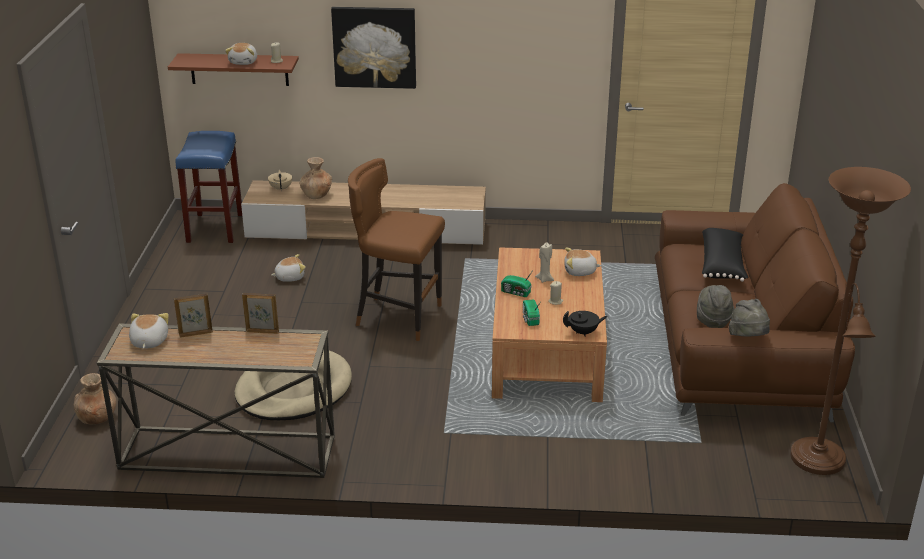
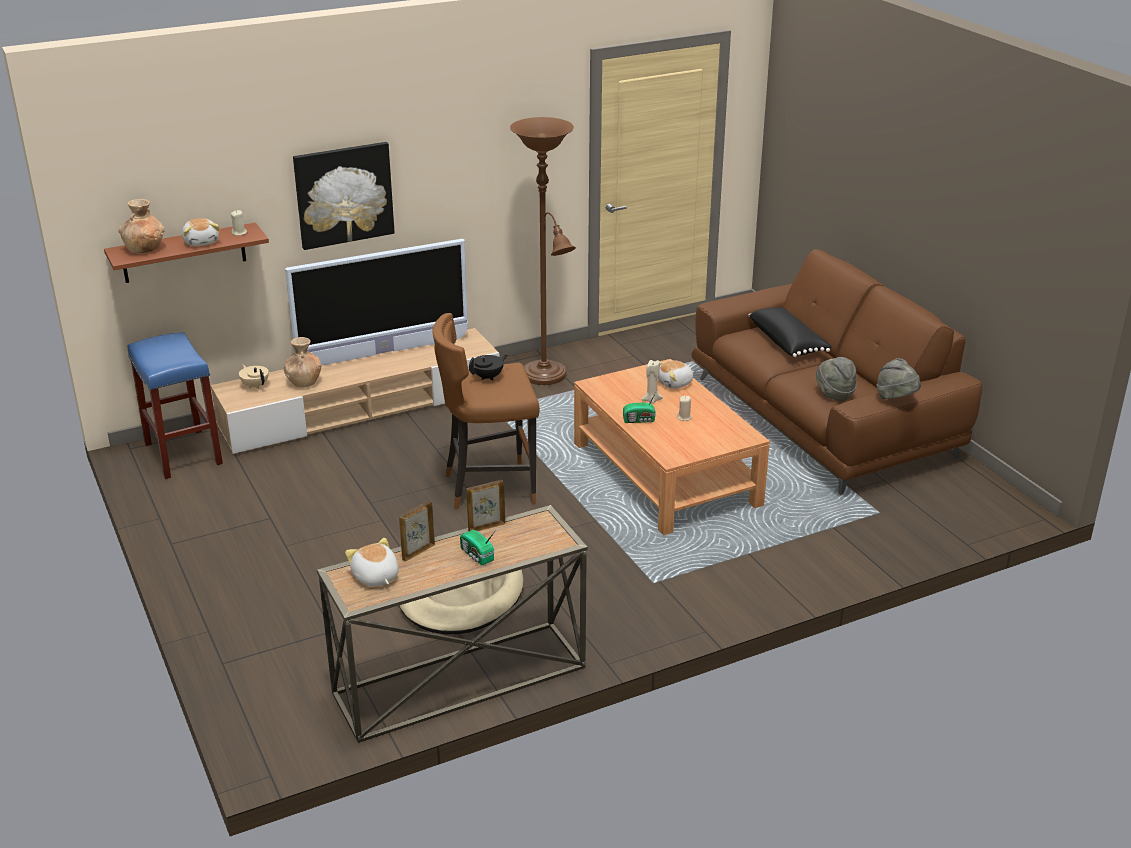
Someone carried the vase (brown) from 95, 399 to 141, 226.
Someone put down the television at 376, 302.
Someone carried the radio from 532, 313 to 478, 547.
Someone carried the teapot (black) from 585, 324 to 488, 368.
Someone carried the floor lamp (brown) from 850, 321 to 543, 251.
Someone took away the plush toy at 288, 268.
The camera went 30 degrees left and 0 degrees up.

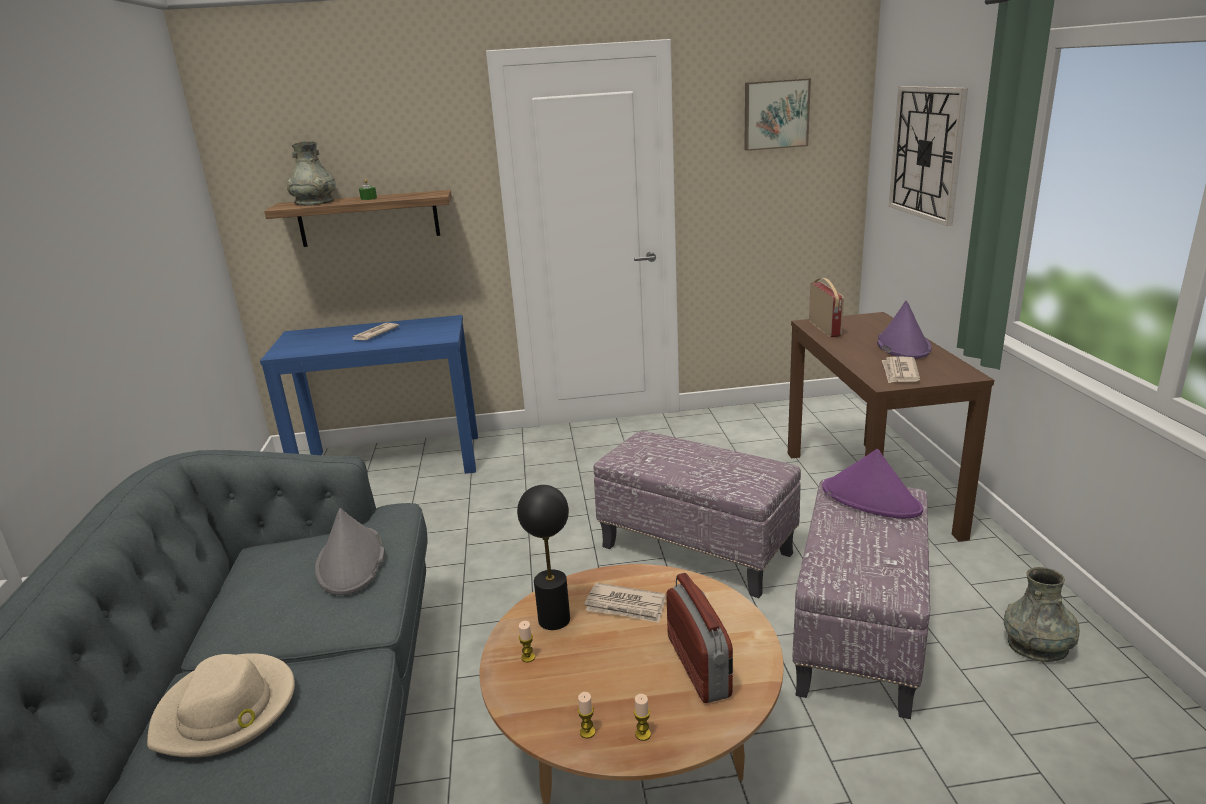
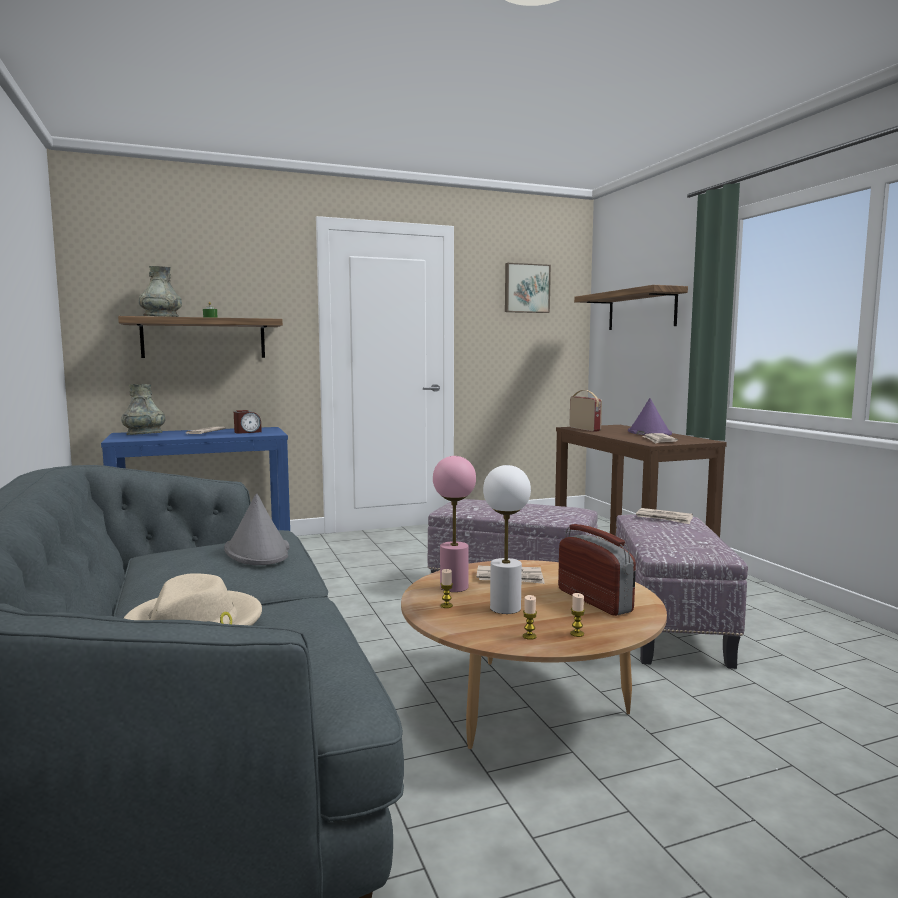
Someone carried the vase (grey) from 1042, 614 to 143, 409.
Someone put down the alarm clock at 248, 422.
Someone repainted the table lamp (black) at 543, 557, which became the table lamp (pink) at 454, 524.
Someone put down the table lamp (white) at 507, 539.
Someone swapped the wall clock at 928, 156 for the shelf at 631, 307.
Someone swapped the hat (purple) at 872, 484 for the newspaper at 664, 516.
The camera went 15 degrees left and 15 degrees down.

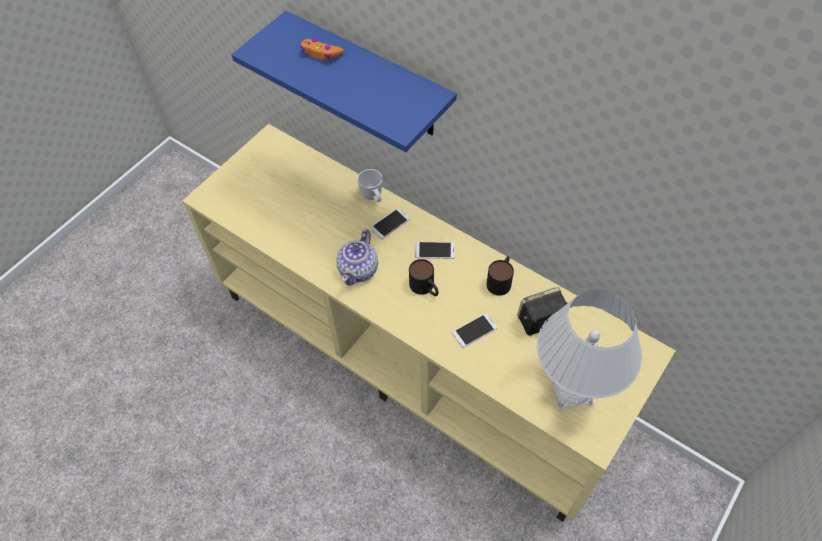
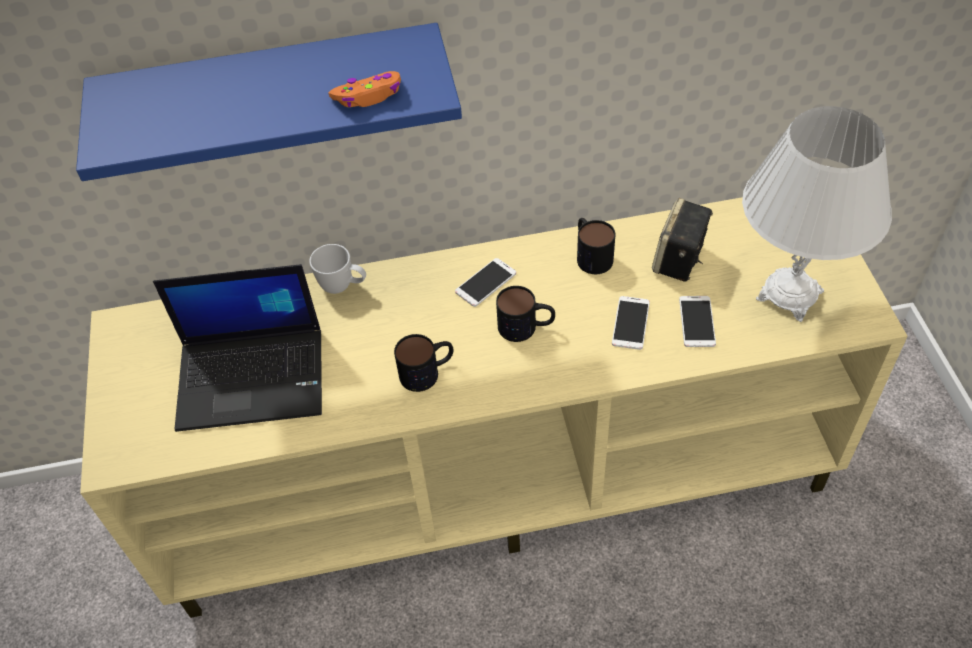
Someone put down the laptop at 237, 348.
Someone carried the game controller (orange) from 322, 49 to 364, 89.
Someone swapped the teapot at 357, 257 for the mug at 423, 363.
Someone carried the phone from 390, 223 to 697, 321.
The camera went 45 degrees left and 5 degrees down.

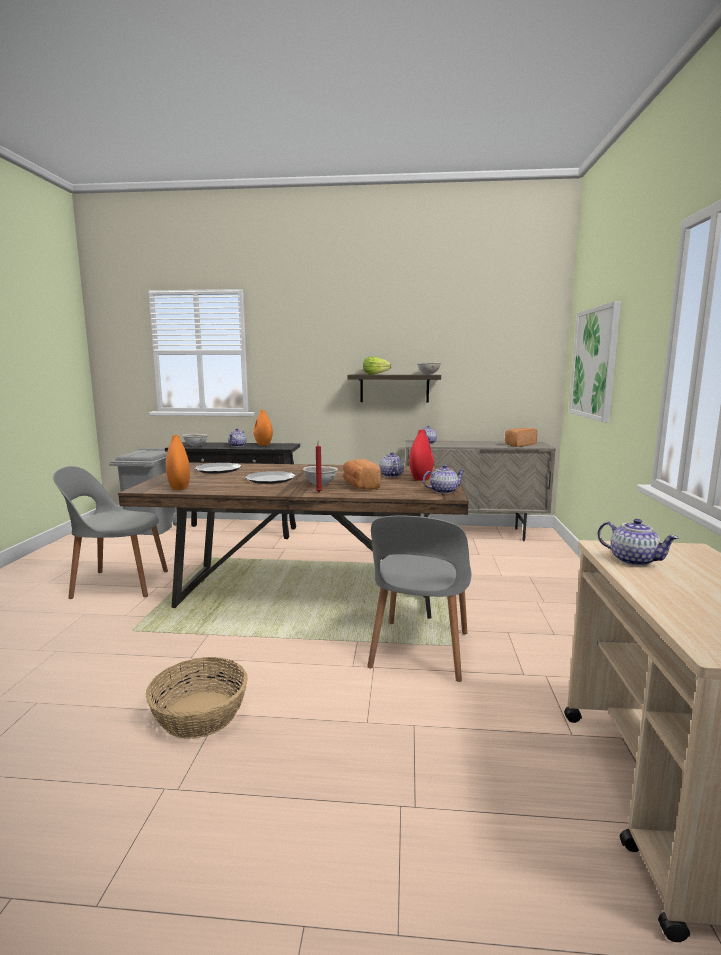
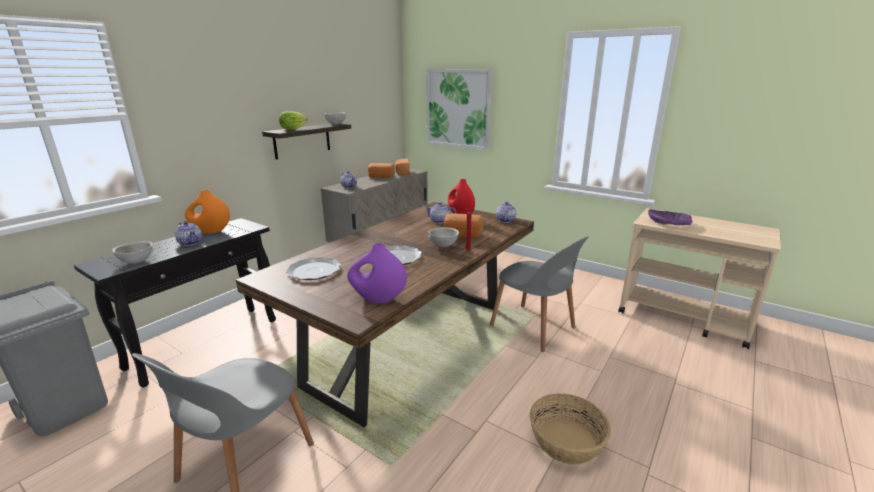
Someone repainted the vase (orange) at 178, 462, which became the vase (purple) at 377, 273.
Someone put down the bread at 381, 170.
Someone swapped the teapot at 638, 542 for the bowl (purple) at 670, 217.
The camera went 60 degrees left and 10 degrees up.

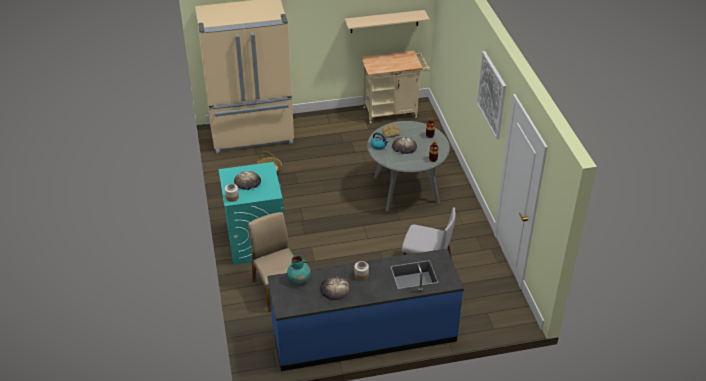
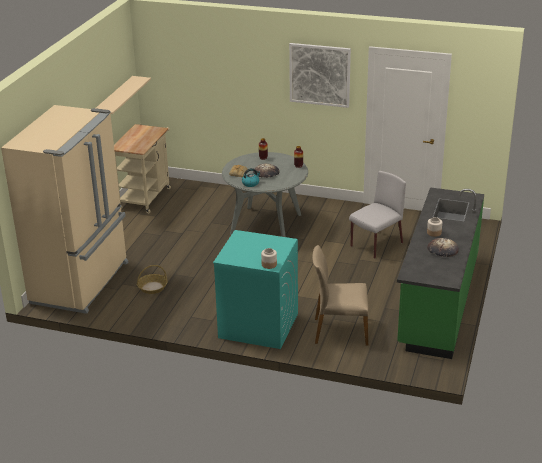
Someone repainted the counter (blue) at 365, 310, which became the counter (green) at 440, 273.
Someone took away the bread at 247, 180.
Someone took away the vase (turquoise) at 299, 269.
The camera went 60 degrees left and 10 degrees down.

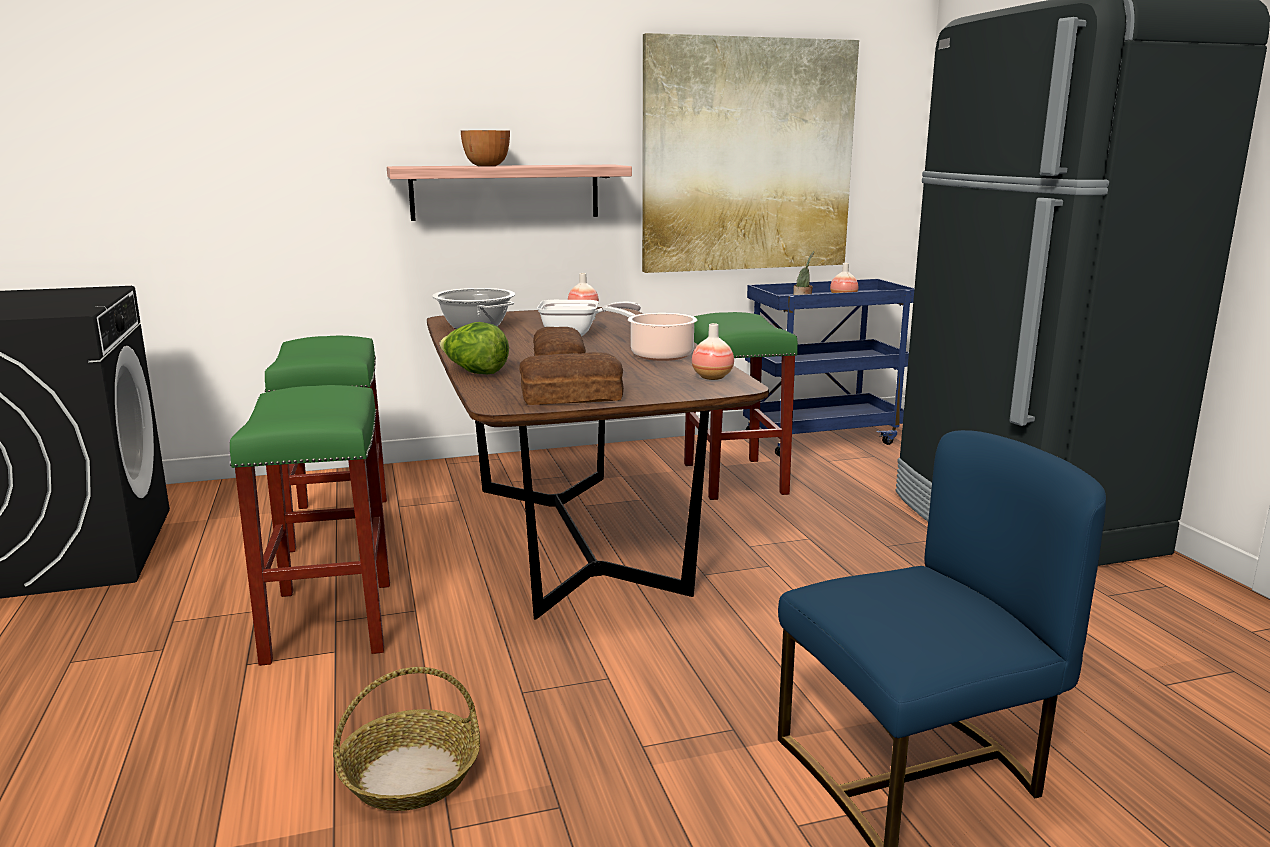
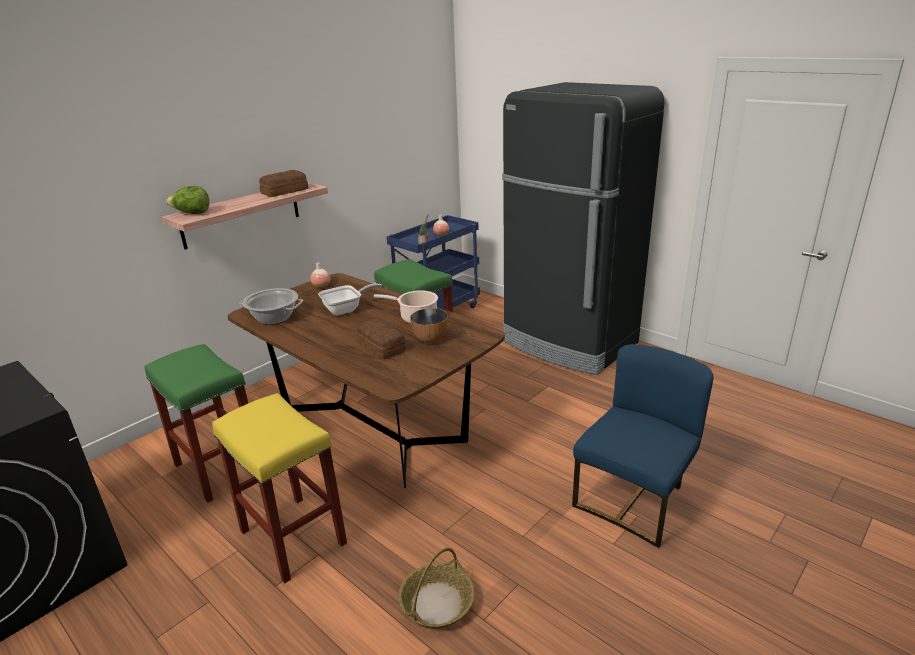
Someone carried the lettuce from 474, 348 to 187, 200.
Someone repainted the stool (green) at 310, 525, which became the stool (yellow) at 279, 488.
Someone carried the bread from 571, 378 to 283, 183.
Someone carried the bowl from 485, 148 to 429, 325.
Someone took away the picture at 750, 153.
Someone took away the vase at 713, 351.
The camera went 30 degrees left and 10 degrees up.

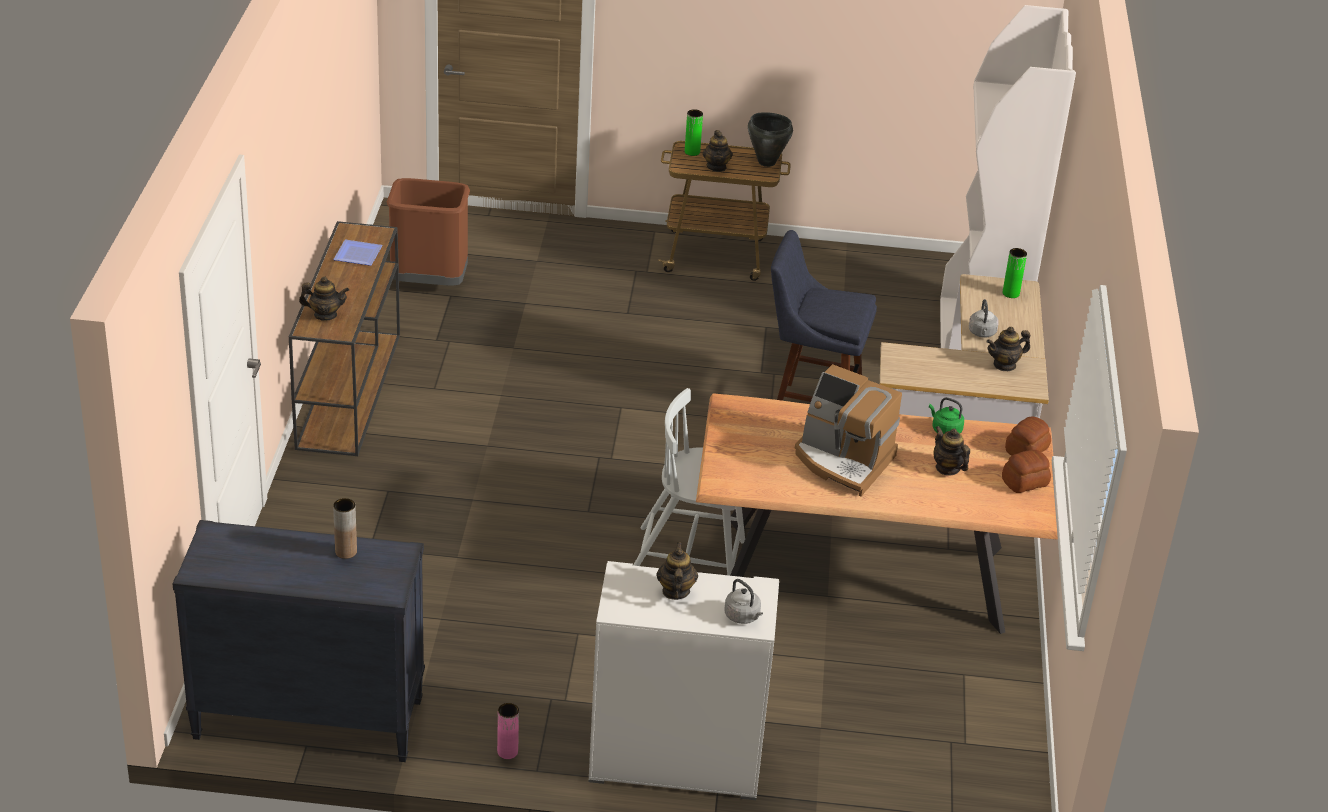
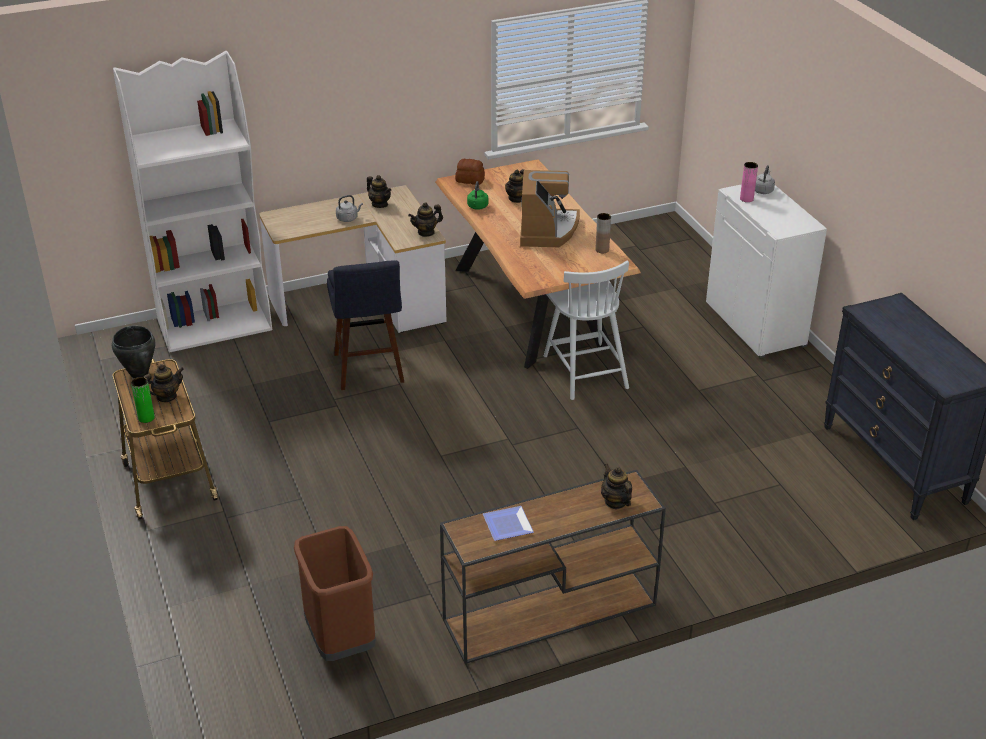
Someone carried the teapot from 677, 571 to 425, 219.
Someone carried the vase (brown) from 345, 528 to 603, 233.
Someone carried the vase (pink) from 508, 731 to 749, 182.
Someone took away the vase (green) at 1014, 273.
Someone took away the bread at 1026, 471.
The camera went 115 degrees left and 0 degrees up.

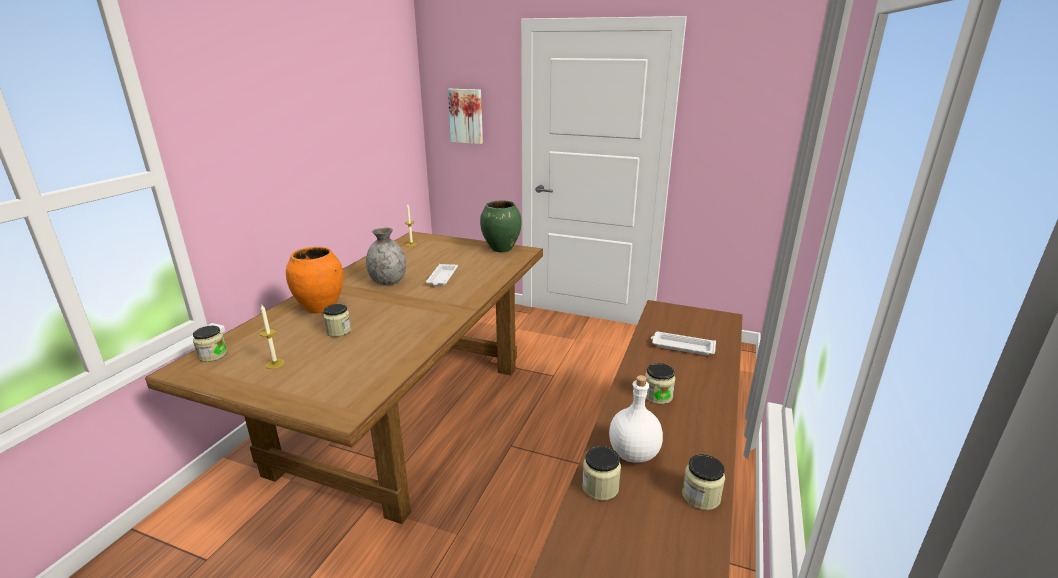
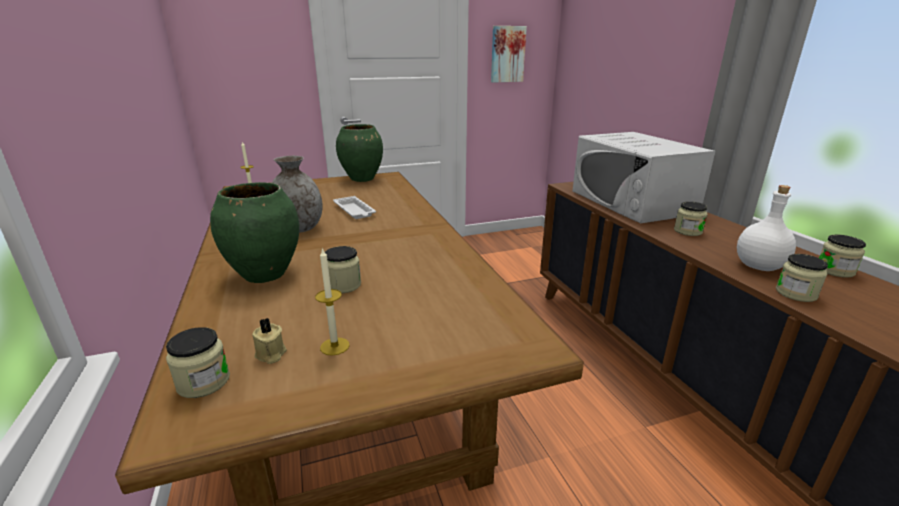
Someone repainted the vase (orange) at 314, 280, which became the vase (green) at 254, 232.
Someone put down the candle (beige) at 269, 341.
Someone carried the picture from 465, 116 to 509, 54.
Someone swapped the tray (white) at 683, 343 for the microwave (white) at 643, 178.
The camera went 40 degrees left and 0 degrees up.

